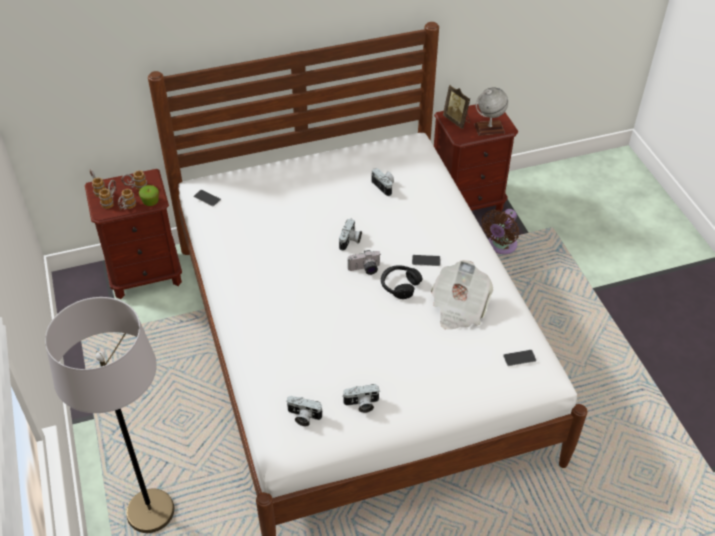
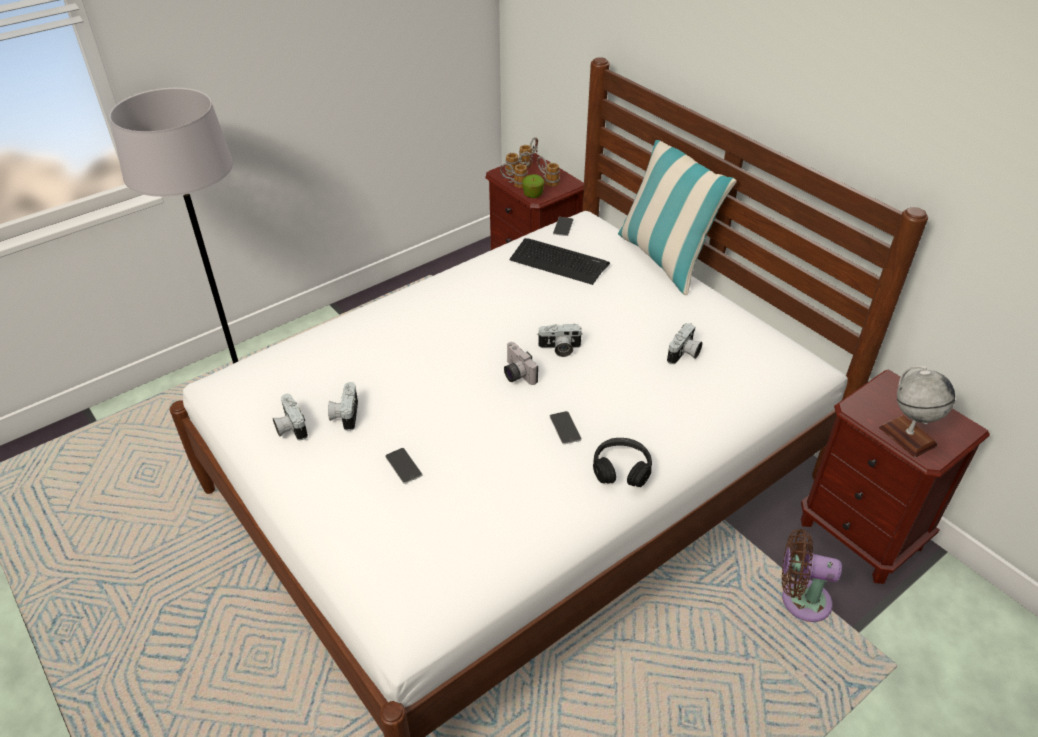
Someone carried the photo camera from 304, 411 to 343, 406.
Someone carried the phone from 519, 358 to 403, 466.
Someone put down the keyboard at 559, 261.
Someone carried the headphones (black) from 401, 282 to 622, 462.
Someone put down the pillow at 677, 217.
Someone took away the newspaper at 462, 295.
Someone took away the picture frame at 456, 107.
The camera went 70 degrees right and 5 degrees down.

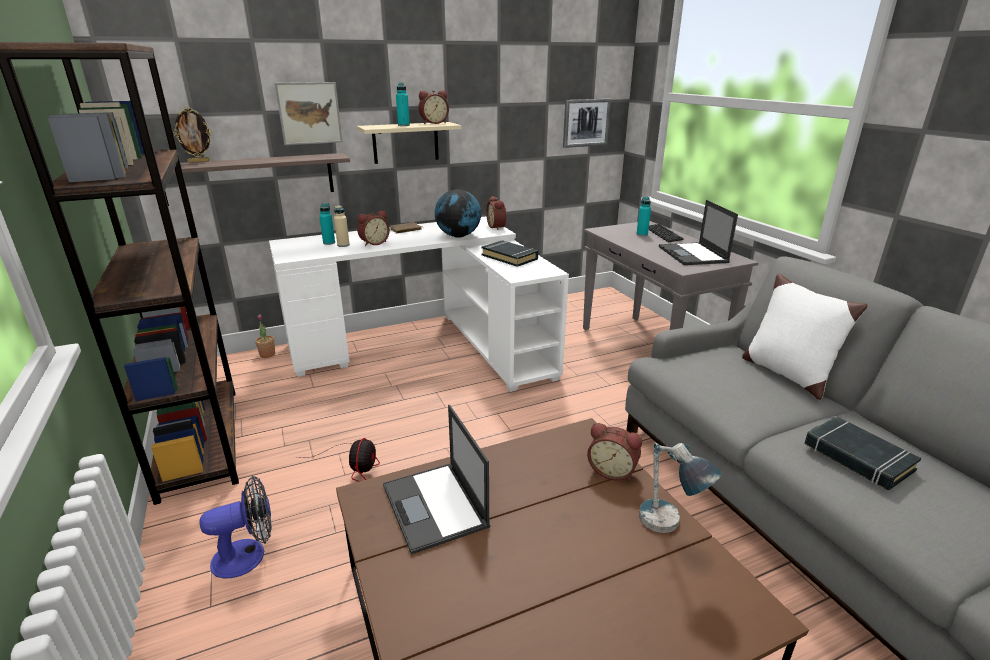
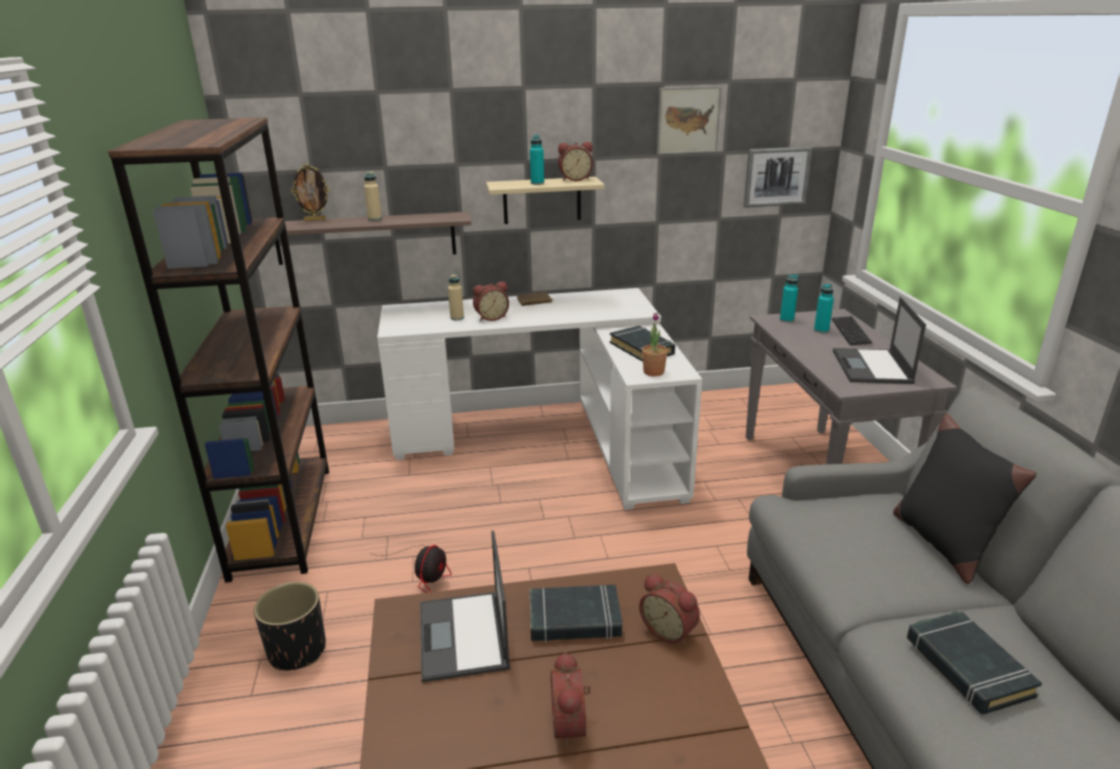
Someone swapped the fan at 235, 527 for the planter (black) at 290, 626.
Someone put down the bottle (beige) at 373, 196.
Someone put down the book (black) at 576, 614.
Someone carried the alarm clock from 496, 213 to 571, 699.
Someone carried the potted plant from 265, 336 to 655, 344.
Someone carried the picture from 309, 113 to 689, 120.
Someone carried the bottle (turquoise) from 327, 224 to 789, 298.
Someone repainted the pillow (white) at 804, 337, which became the pillow (black) at 964, 499.
Someone took away the globe at 458, 213.
Someone took away the table lamp at 680, 488.
The camera went 15 degrees right and 0 degrees up.

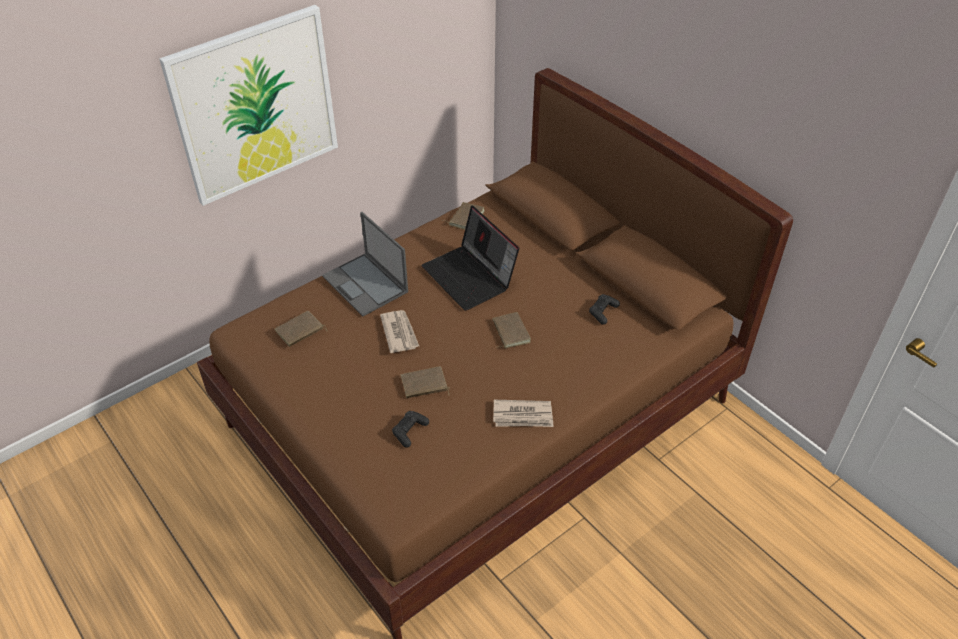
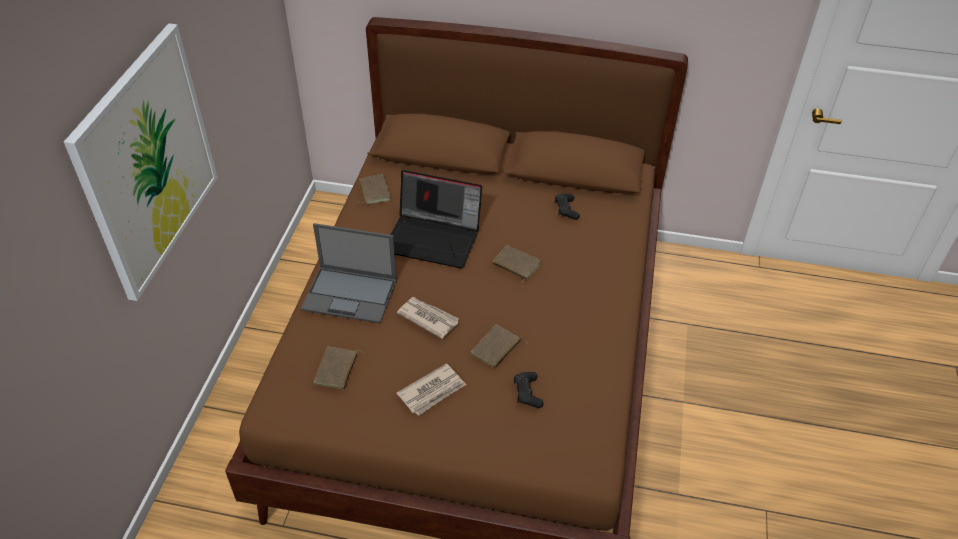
Someone carried the newspaper from 523, 413 to 431, 389.
The camera went 40 degrees left and 0 degrees up.

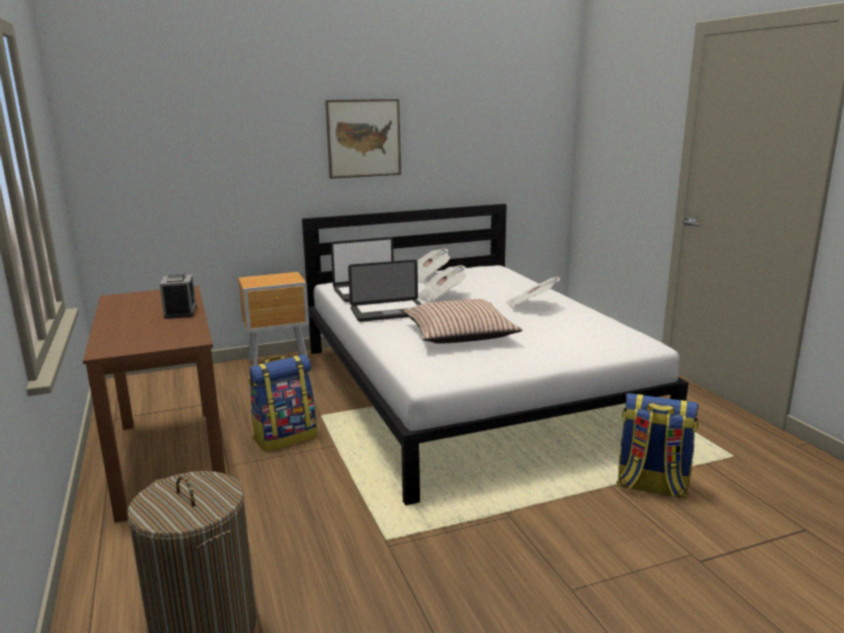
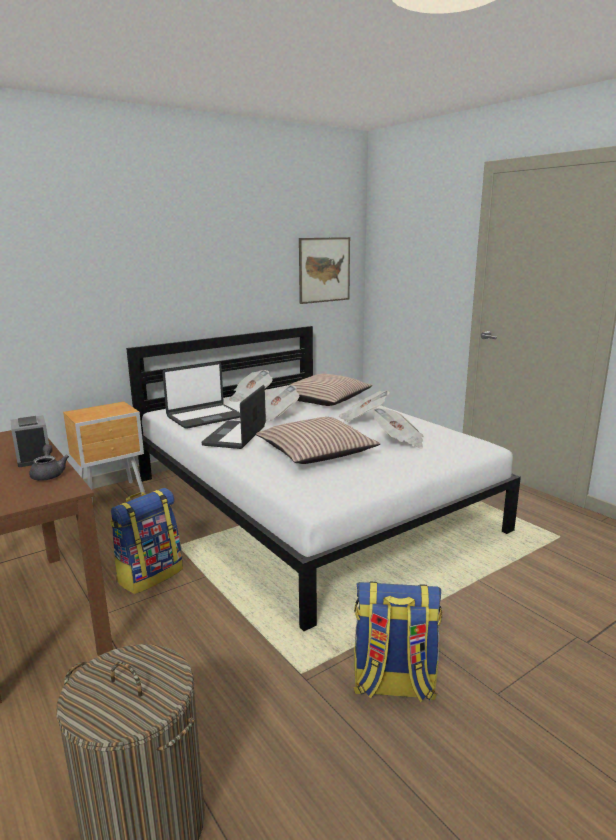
Someone put down the teapot (grey) at 49, 462.
Someone rotated the laptop at 384, 291 by 135 degrees clockwise.
Someone put down the pillow at 330, 390.
Someone carried the picture from 363, 139 to 324, 270.
Someone carried the backpack from 657, 446 to 397, 642.
Someone put down the newspaper at 398, 428.
The camera went 15 degrees left and 0 degrees up.

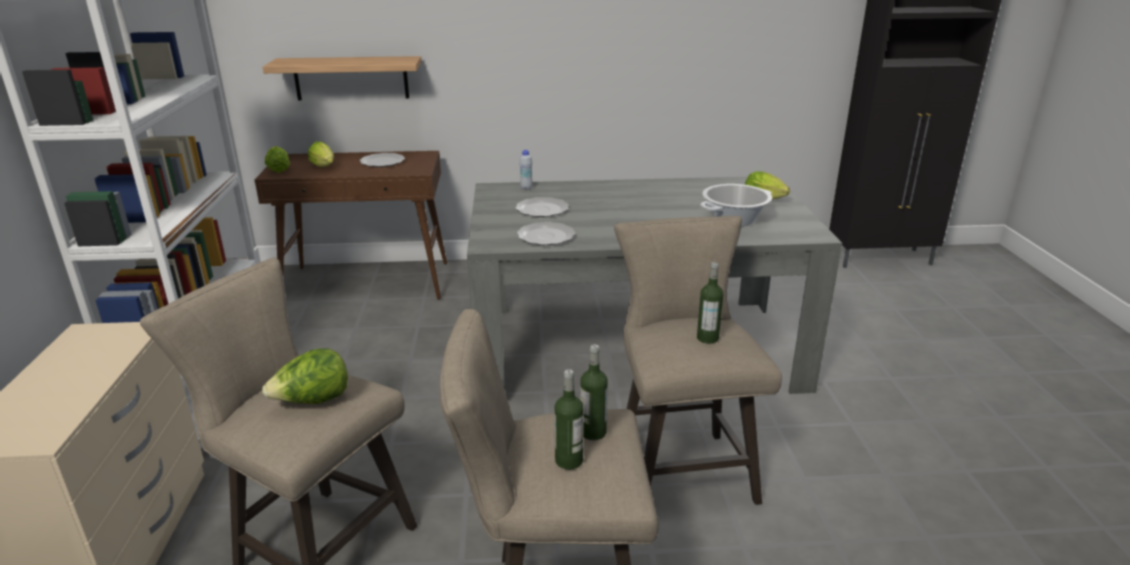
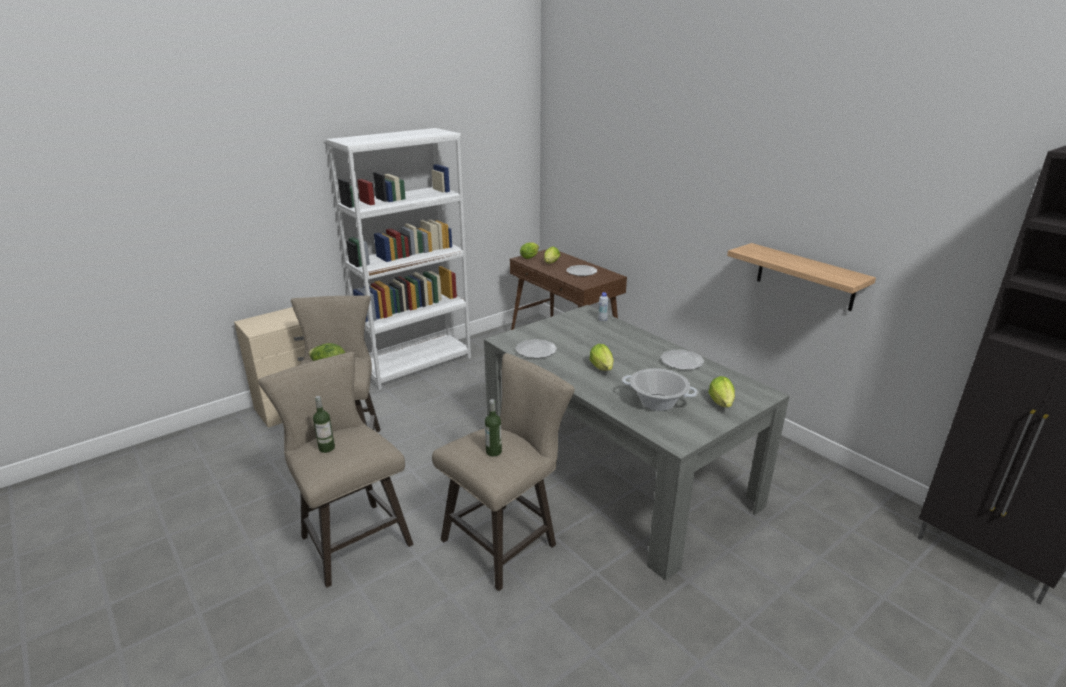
Someone put down the lettuce at 601, 357.
Someone carried the plate from 542, 207 to 682, 359.
Someone carried the shelf from 342, 78 to 801, 277.
Someone took away the bottle at 594, 392.
The camera went 55 degrees right and 0 degrees up.

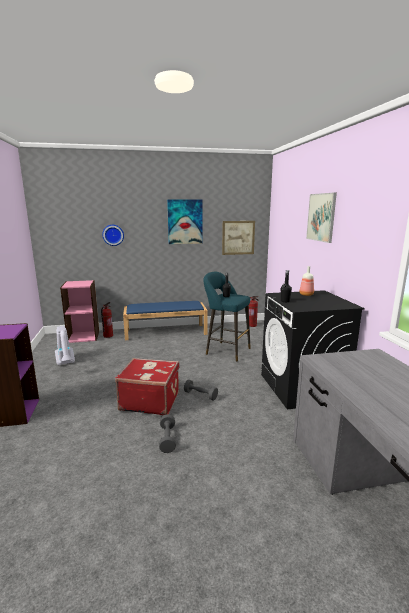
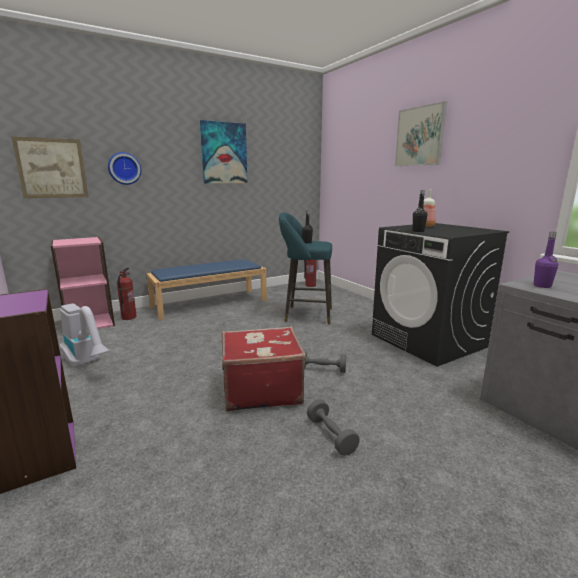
Someone carried the picture from 238, 238 to 49, 167.
Someone put down the bottle (purple) at 546, 260.
The camera went 20 degrees left and 0 degrees up.

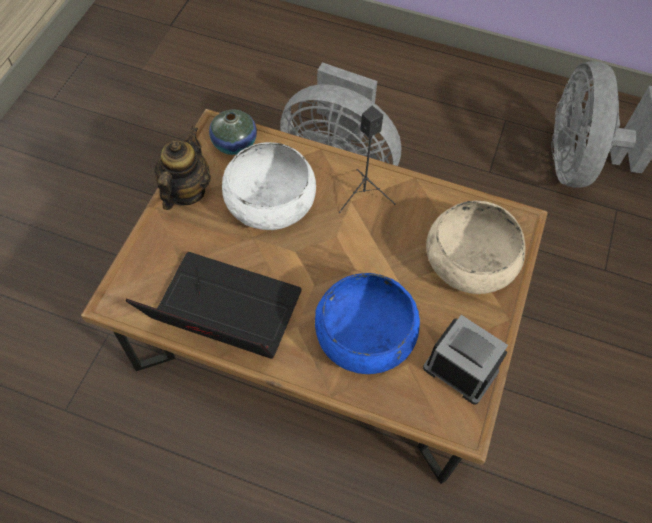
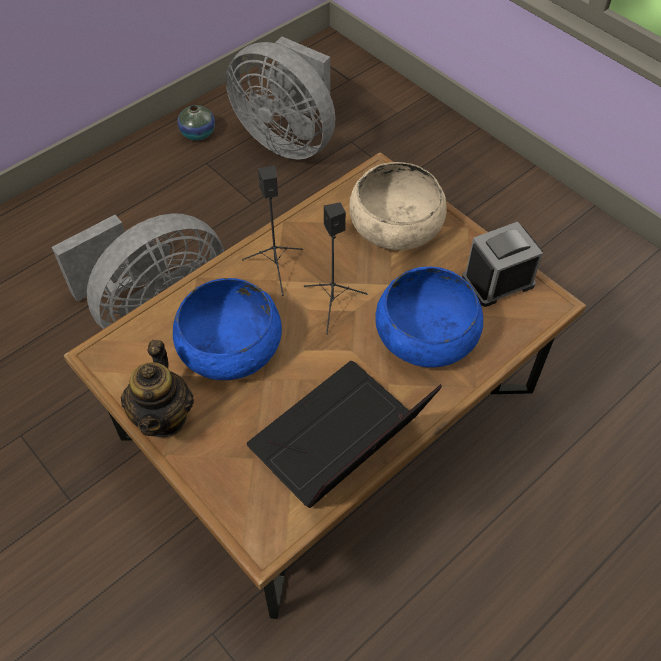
Someone rotated the teapot at 182, 168 by 135 degrees counterclockwise.
Someone repainted the bowl (white) at 269, 186, which became the bowl (blue) at 227, 329.
Someone carried the vase from 233, 132 to 196, 122.
Someone put down the speaker (black) at 336, 269.
The camera went 60 degrees left and 5 degrees down.

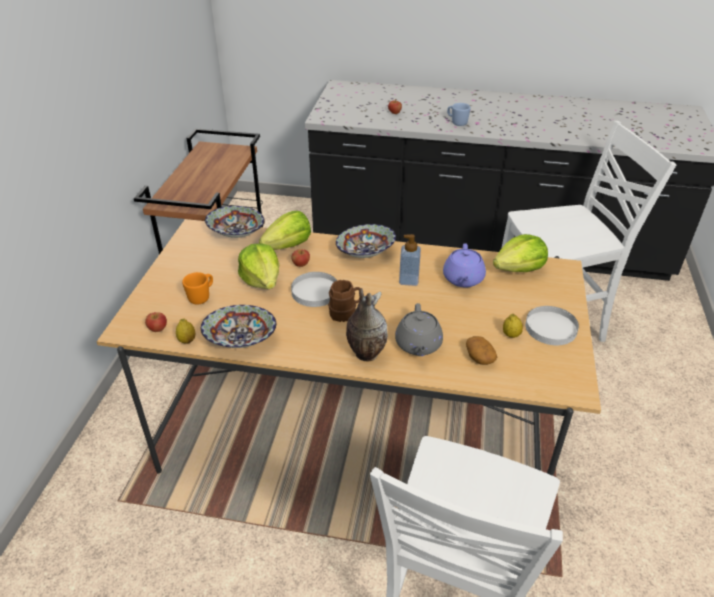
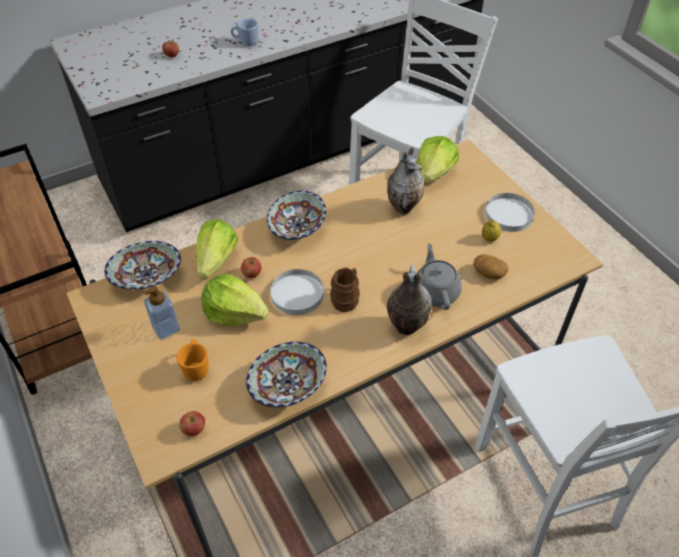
Someone carried the soap dispenser from 410, 260 to 162, 312.
Someone swapped the teapot (purple) at 464, 265 for the vase at 405, 181.
Someone rotated the teapot (grey) at 419, 329 by 150 degrees counterclockwise.
Someone took away the lemon at 185, 331.
The camera went 40 degrees left and 10 degrees up.

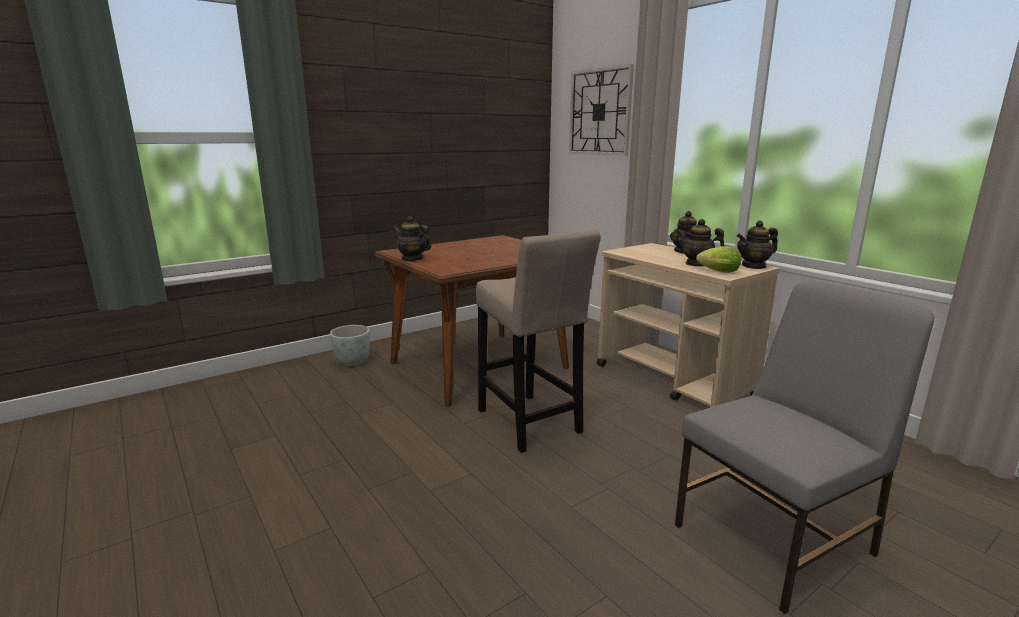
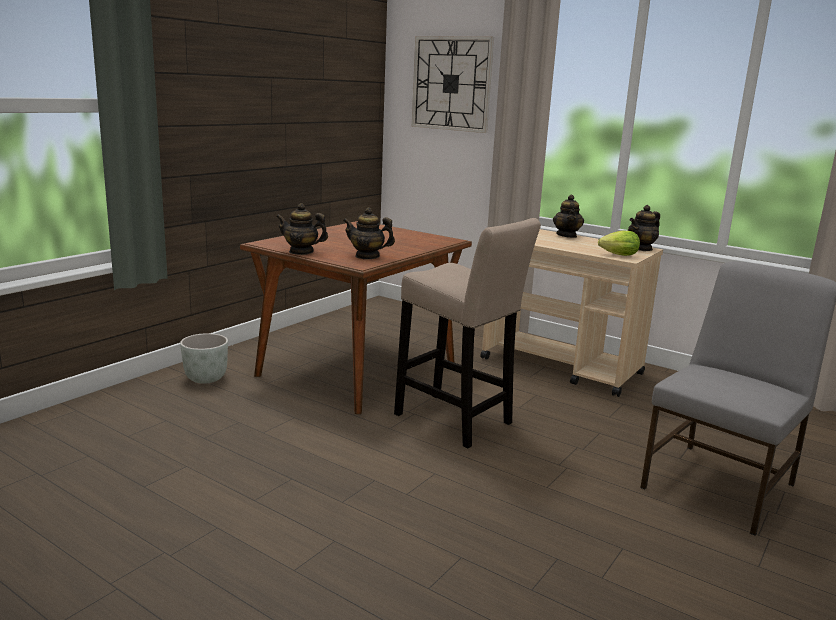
Someone carried the teapot from 700, 243 to 369, 233.
The camera went 20 degrees left and 0 degrees up.

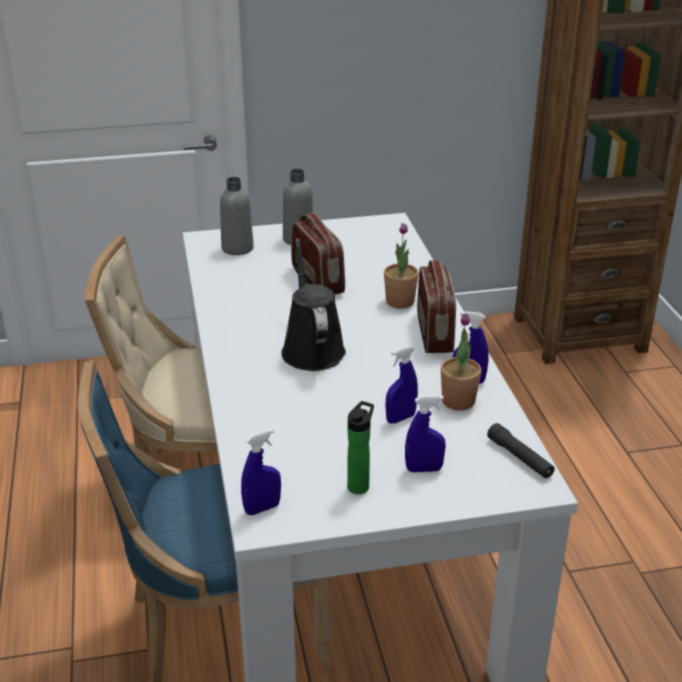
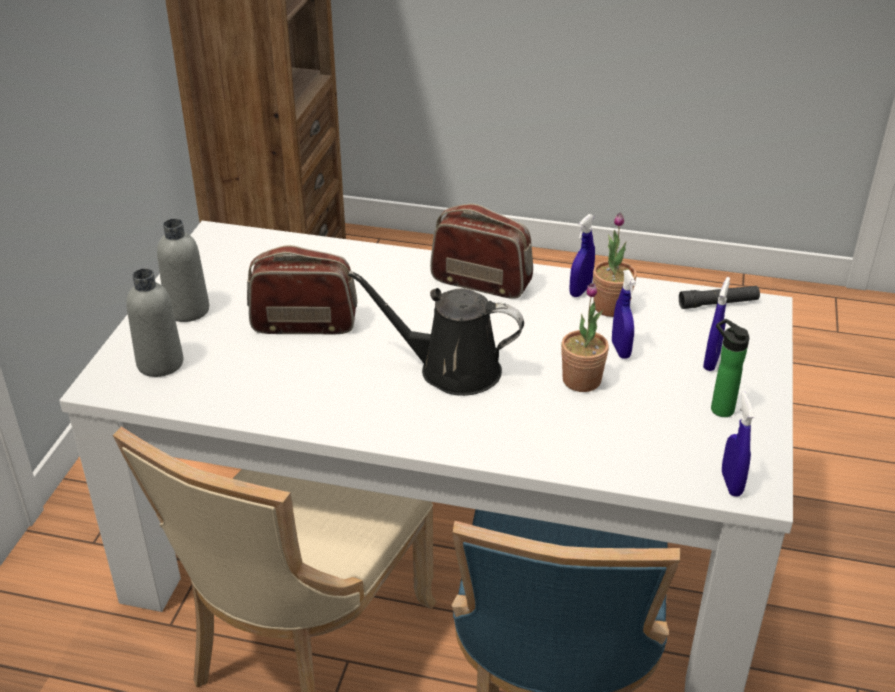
Someone carried the potted plant from 401, 266 to 585, 337.
The camera went 65 degrees left and 5 degrees up.

